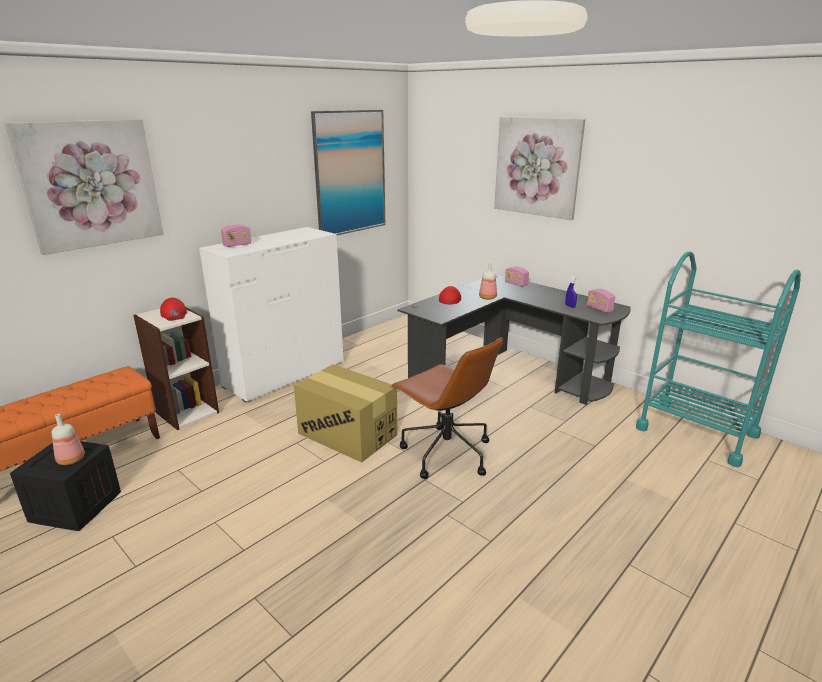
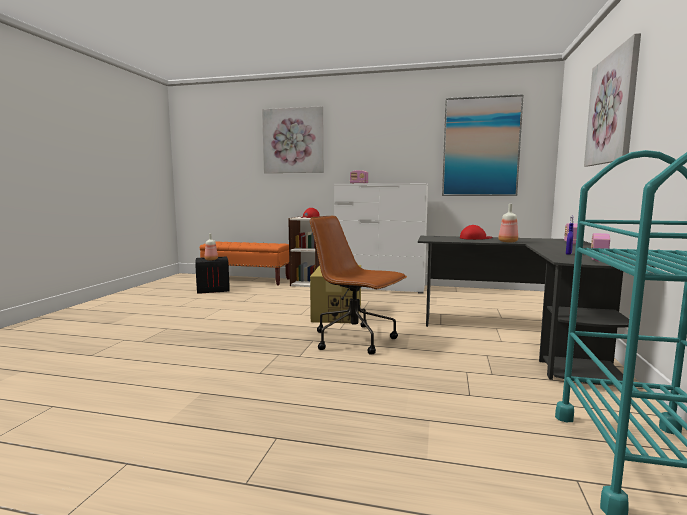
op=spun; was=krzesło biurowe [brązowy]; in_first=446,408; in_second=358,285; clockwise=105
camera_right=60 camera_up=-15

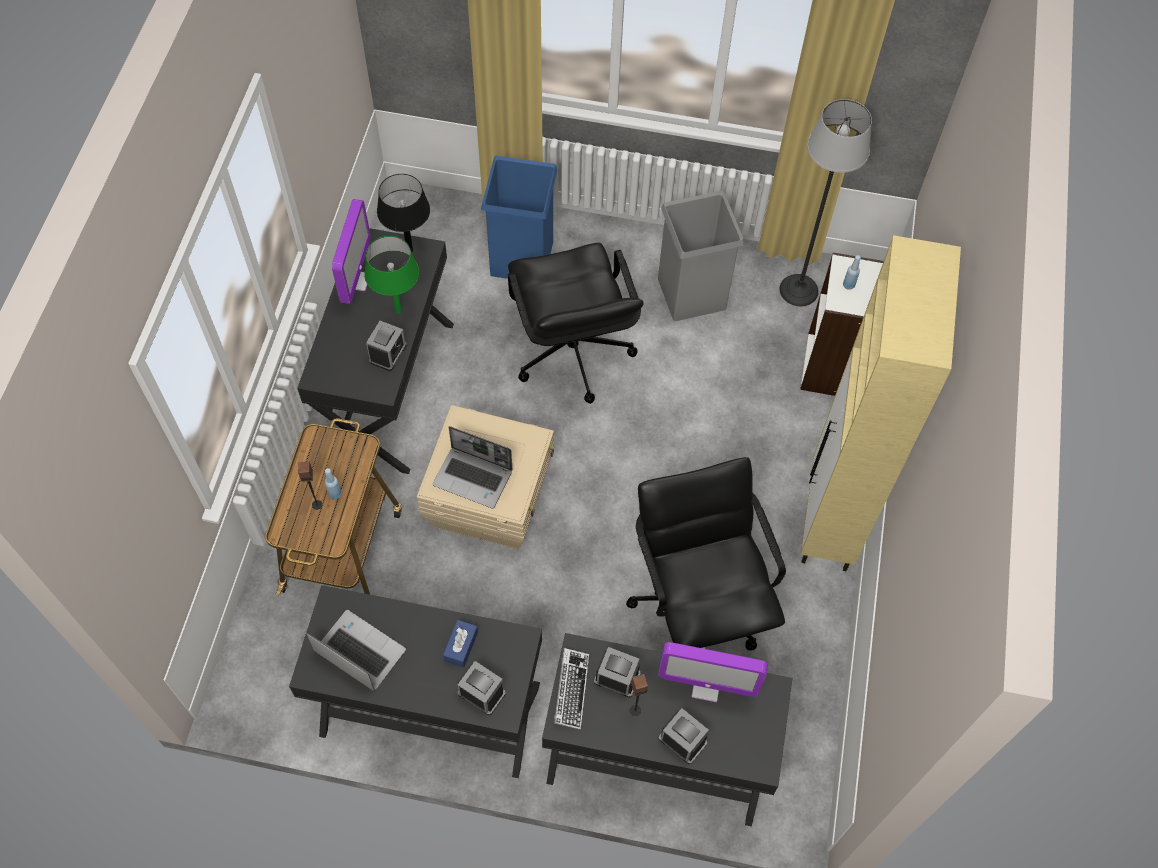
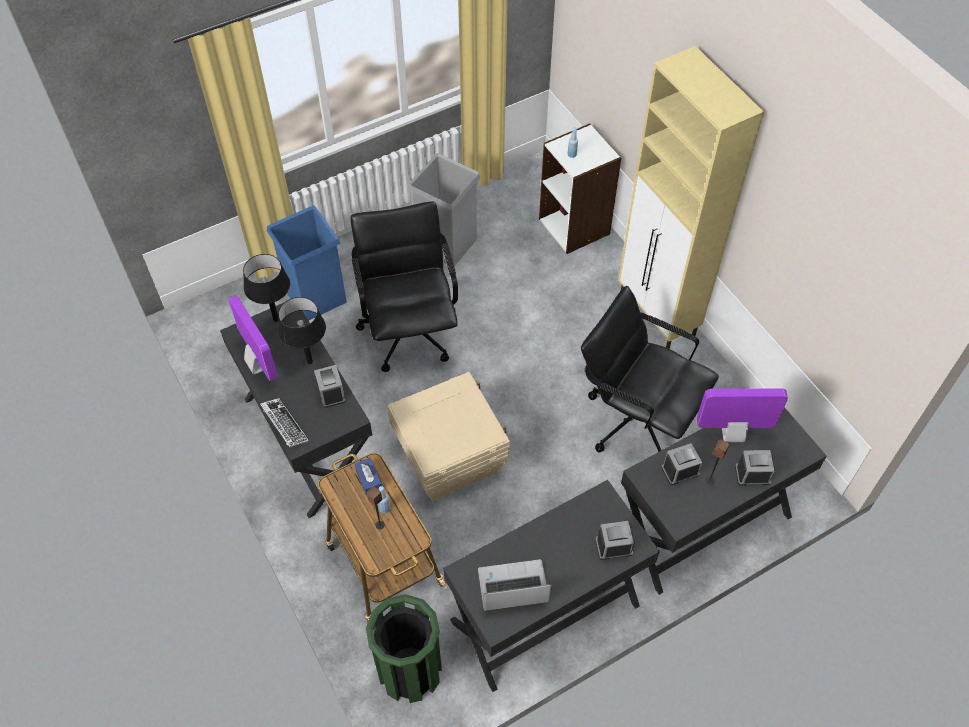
op=missing; was=lampa stojąca; in_first=826,202
op=colour; was=lampa stołowa [zielony]; now=lampa stołowa [czarny]; in_first=391,275; in_second=302,330
op=spun; was=krzesło biurowe [czarny]; in_first=576,323; in_second=404,286; clockwise=-135
op=missing; was=laptop; in_first=473,467
op=relocated; was=pudełko chusteczek [niebieski]; in_first=460,644; in_second=368,477
op=spun; was=monitor; in_first=713,672; in_second=742,415; clockwise=-150
op=relocated; was=klawiatura; in_first=571,689; in_second=284,422
op=appeared; now=kosz na śmieci [zielony]; in_second=404,648
camera_right=-40 camera_up=-5

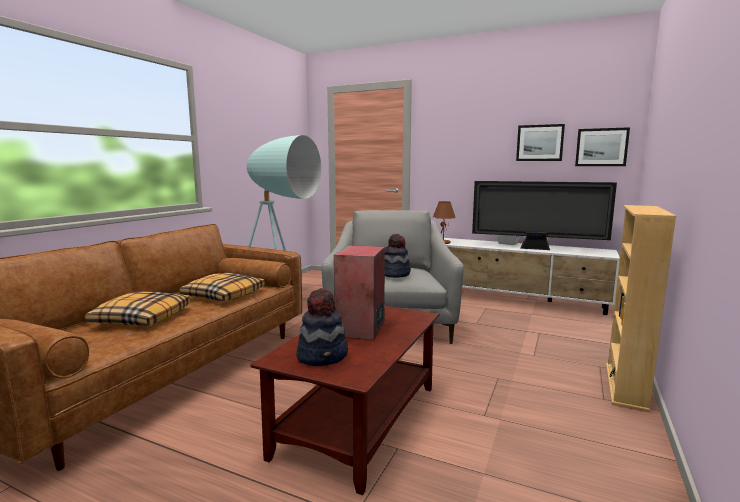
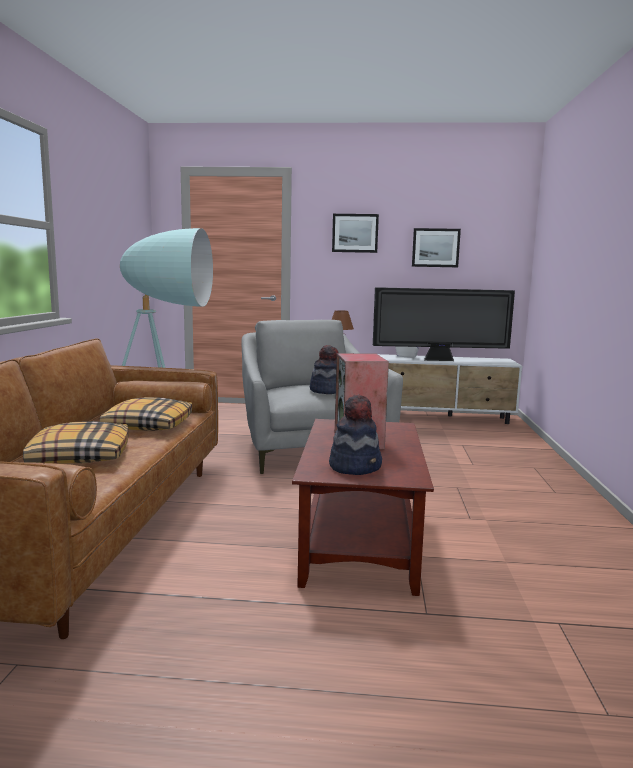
op=relocated; was=obraz; in_first=602,146; in_second=355,233
op=missing; was=regał [beżowy]; in_first=641,308
camera_right=-20 camera_up=0

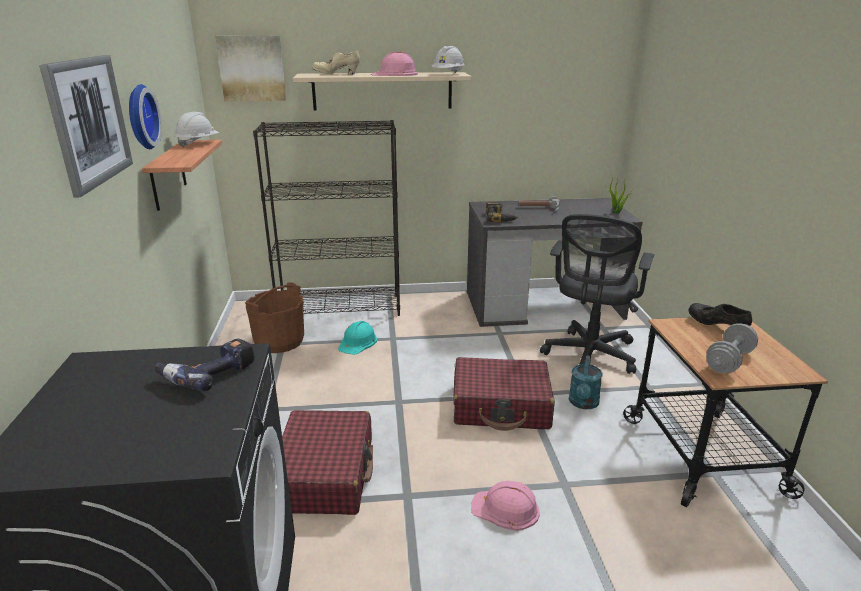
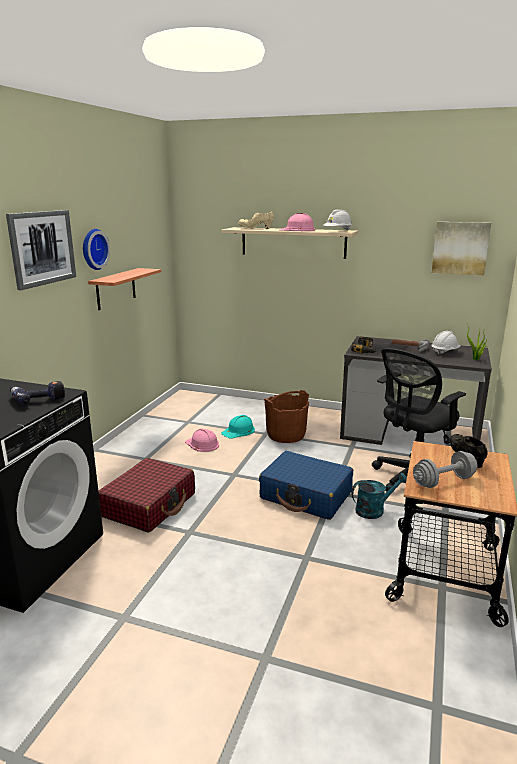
op=relocated; was=obraz; in_first=250,68; in_second=461,248
op=relocated; was=kask [biały]; in_first=196,130; in_second=445,343
op=missing; was=regał [czarny]; in_first=326,218
op=relocated; was=wiadro [brązowy]; in_first=274,317; in_second=286,416
op=spun; was=konewka [turkusowy]; in_first=586,382; in_second=379,496; clockwise=-150
op=colour; was=walizka [czerwony]; now=walizka [niebieski]; in_first=504,394; in_second=306,485
op=relocated; was=kask [różowy]; in_first=505,506; in_second=202,440
camera_right=25 camera_up=-5

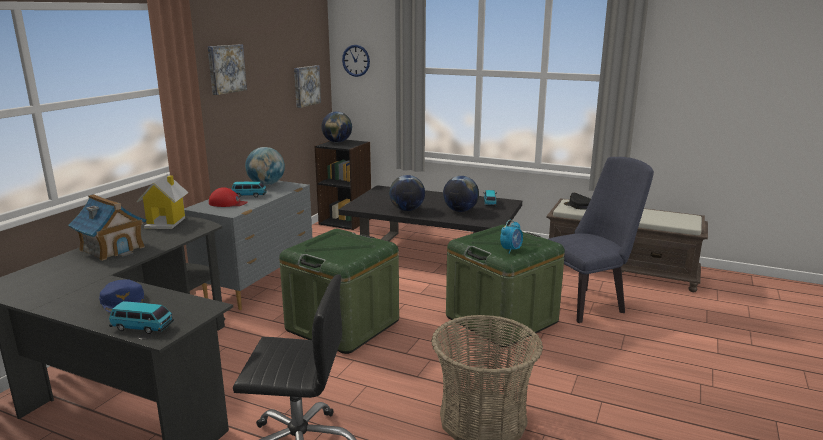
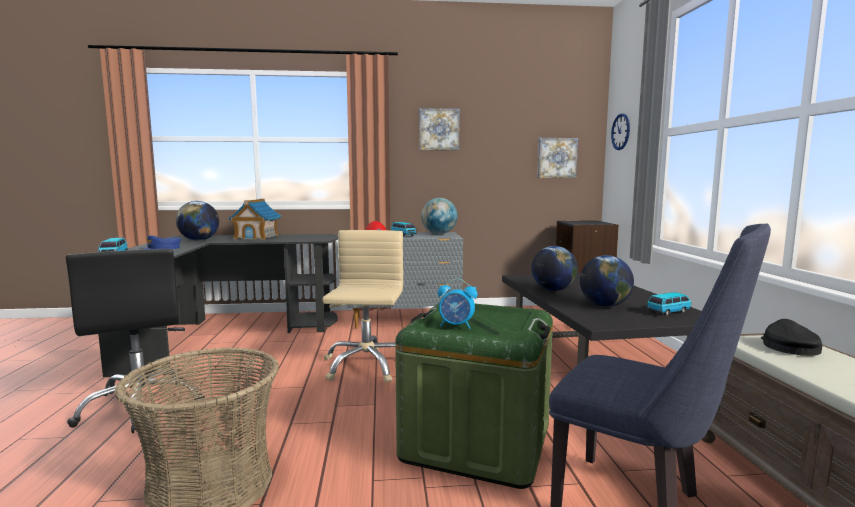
op=relocated; was=globus; in_first=336,127; in_second=197,221
op=missing; was=domek; in_first=162,201
op=exchanged; was=pojemnik do przechowywania [zielony]; now=krzesło biurowe [beżowy]; in_first=339,291; in_second=362,306
camera_right=60 camera_up=-10

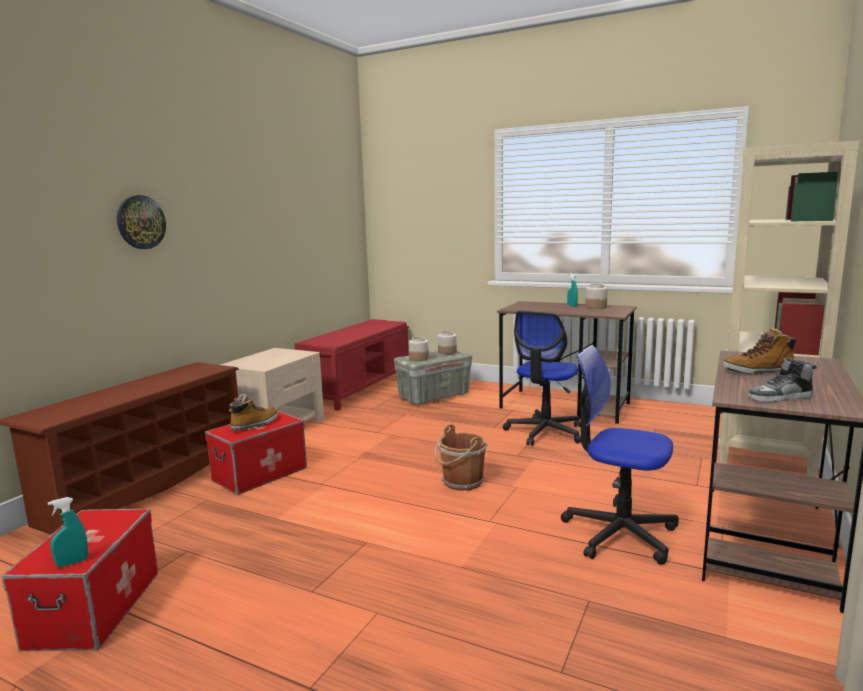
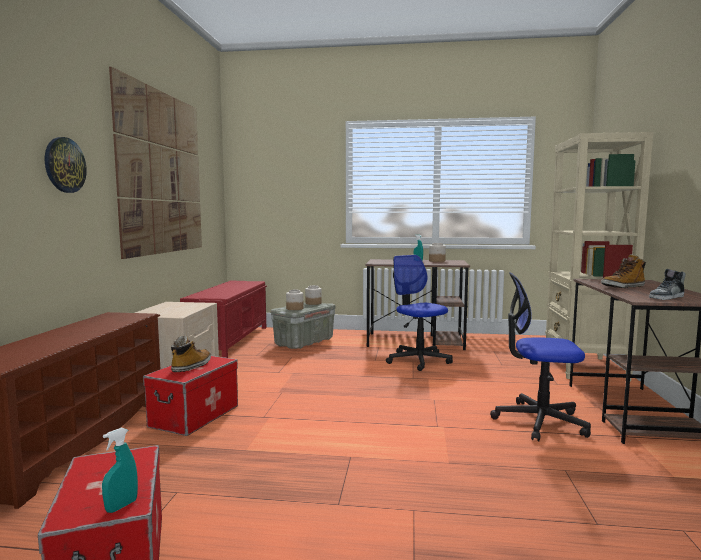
op=spun; was=krzesło biurowe; in_first=542,378; in_second=419,313; clockwise=135
op=missing; was=wiadro [brązowy]; in_first=461,457
op=appeared; now=obraz; in_second=155,163
camera_right=-20 camera_up=-5

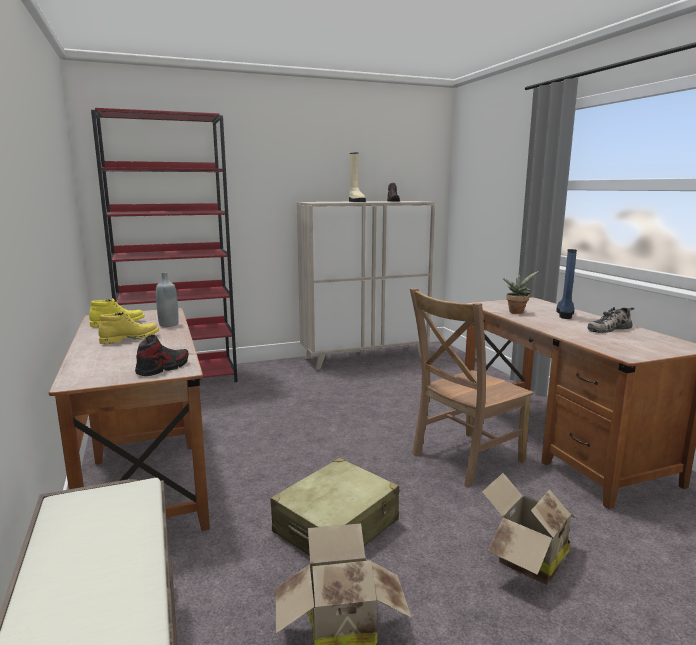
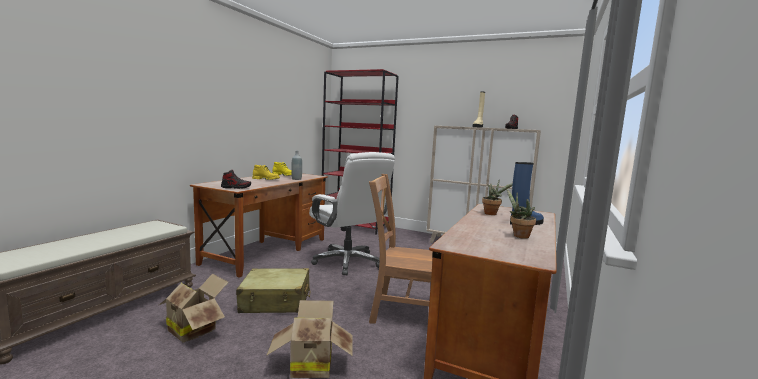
op=exchanged; was=but; now=roślina doniczkowa; in_first=611,320; in_second=521,214
op=appeared; now=krzesło biurowe [biały]; in_second=352,213
camera_right=45 camera_up=-5

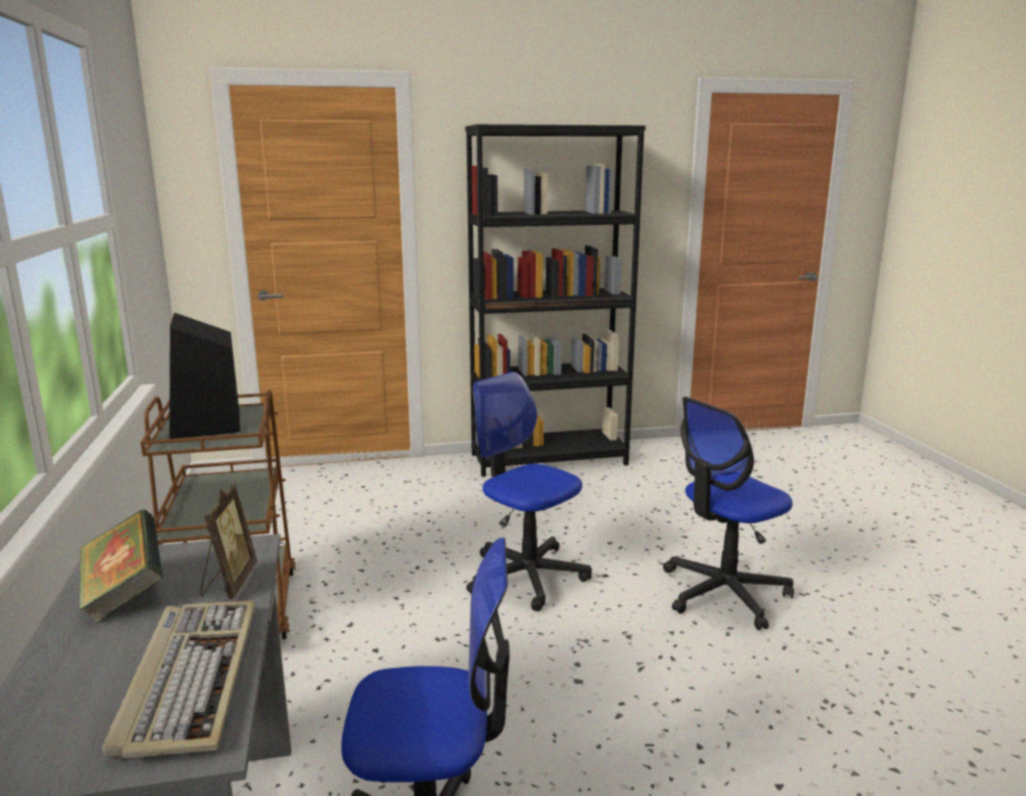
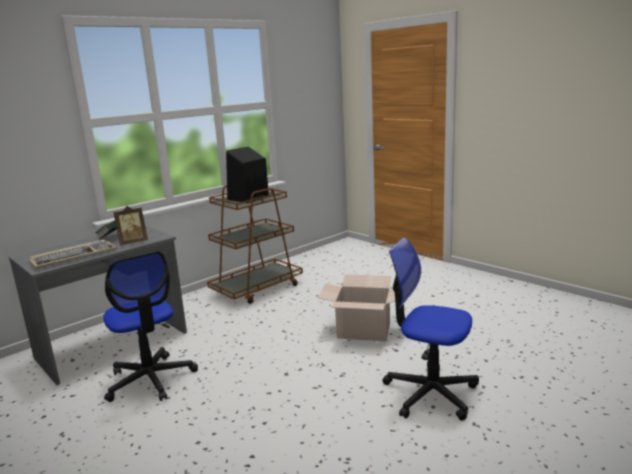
op=missing; was=regał [czarny]; in_first=555,300
op=exchanged; was=krzesło biurowe; now=karton; in_first=529,491; in_second=356,307
camera_right=60 camera_up=0

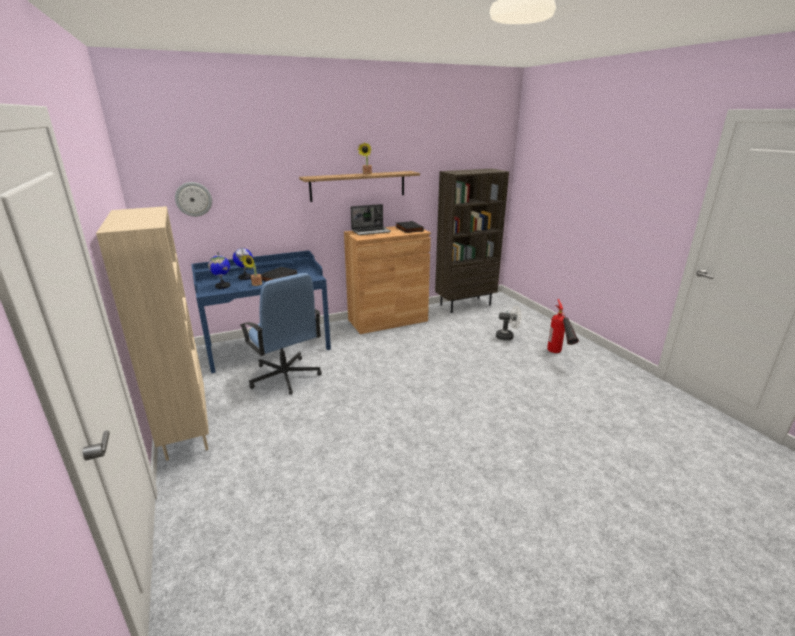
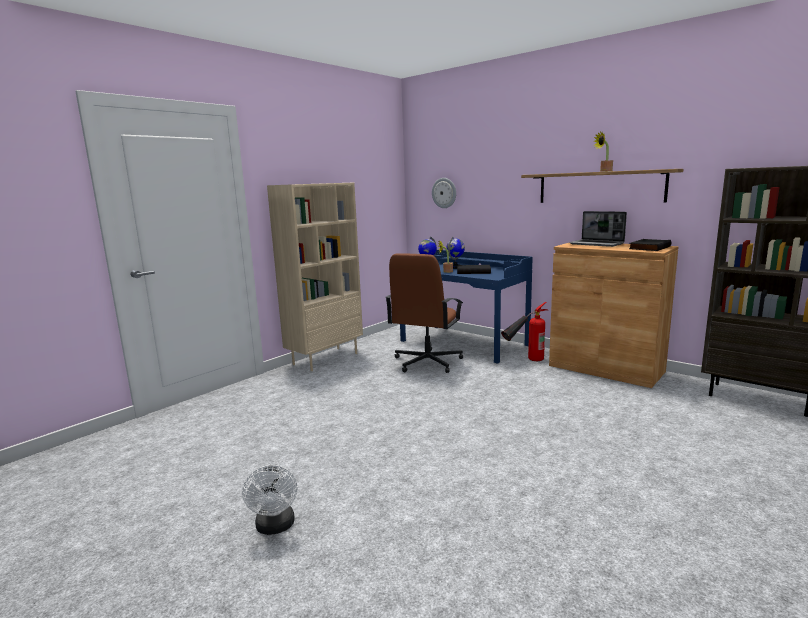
op=colour; was=krzesło biurowe [niebieski]; now=krzesło biurowe [brązowy]; in_first=280,334; in_second=424,313
op=relocated; was=gaśnica; in_first=563,326; in_second=524,331
op=relocated; was=wentylator [biały]; in_first=509,323; in_second=269,500
camera_right=65 camera_up=-10

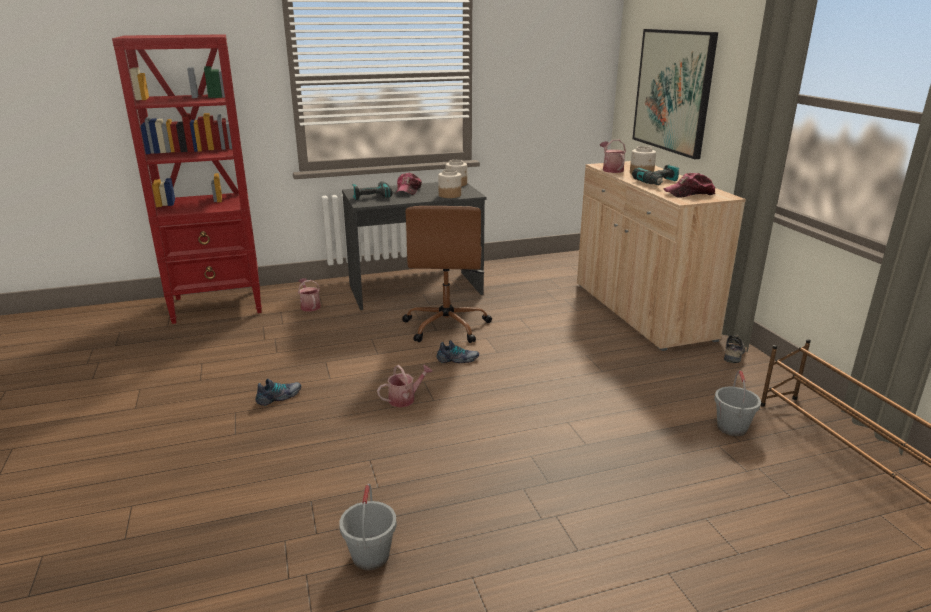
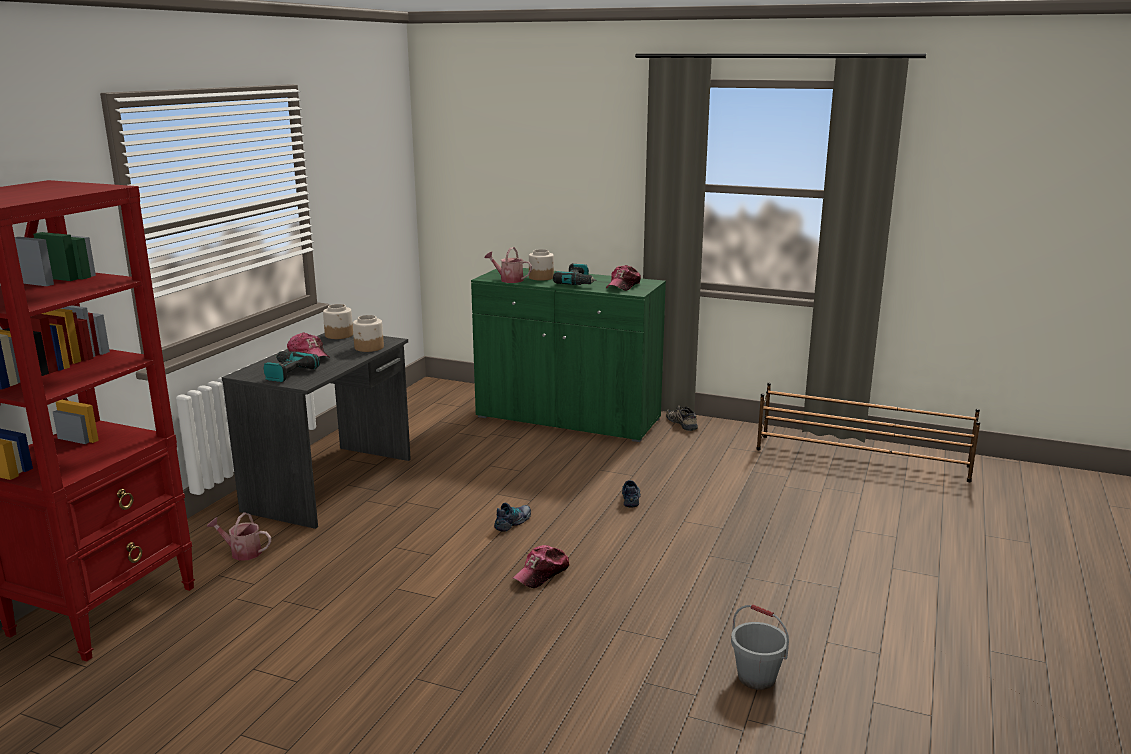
op=missing; was=obraz; in_first=675,94
op=colour; was=szafka [beżowy]; now=szafka [zielony]; in_first=661,256; in_second=568,355
op=missing; was=krzesło biurowe [brązowy]; in_first=447,274
op=exchanged; was=konewka; now=czapka z daszkiem; in_first=405,386; in_second=541,566
op=missing; was=wiadro [szary]; in_first=738,403
op=relocated; was=but; in_first=278,392; in_second=631,494
camera_right=-50 camera_up=-5

